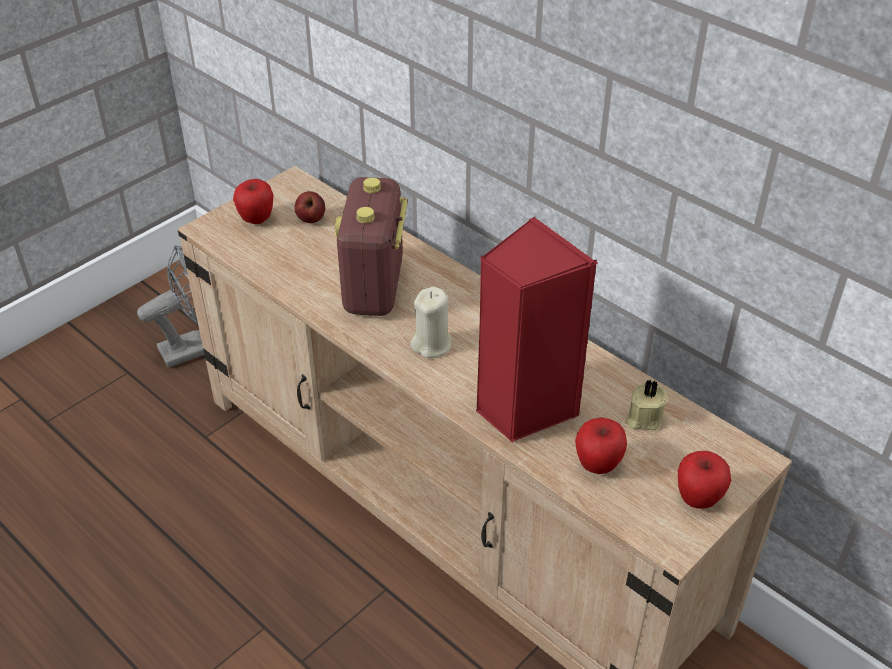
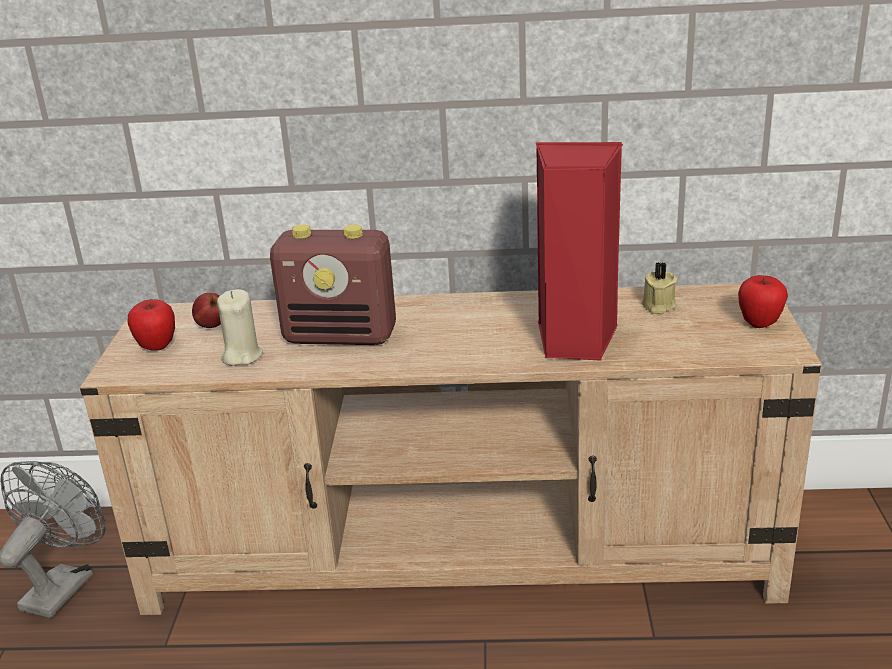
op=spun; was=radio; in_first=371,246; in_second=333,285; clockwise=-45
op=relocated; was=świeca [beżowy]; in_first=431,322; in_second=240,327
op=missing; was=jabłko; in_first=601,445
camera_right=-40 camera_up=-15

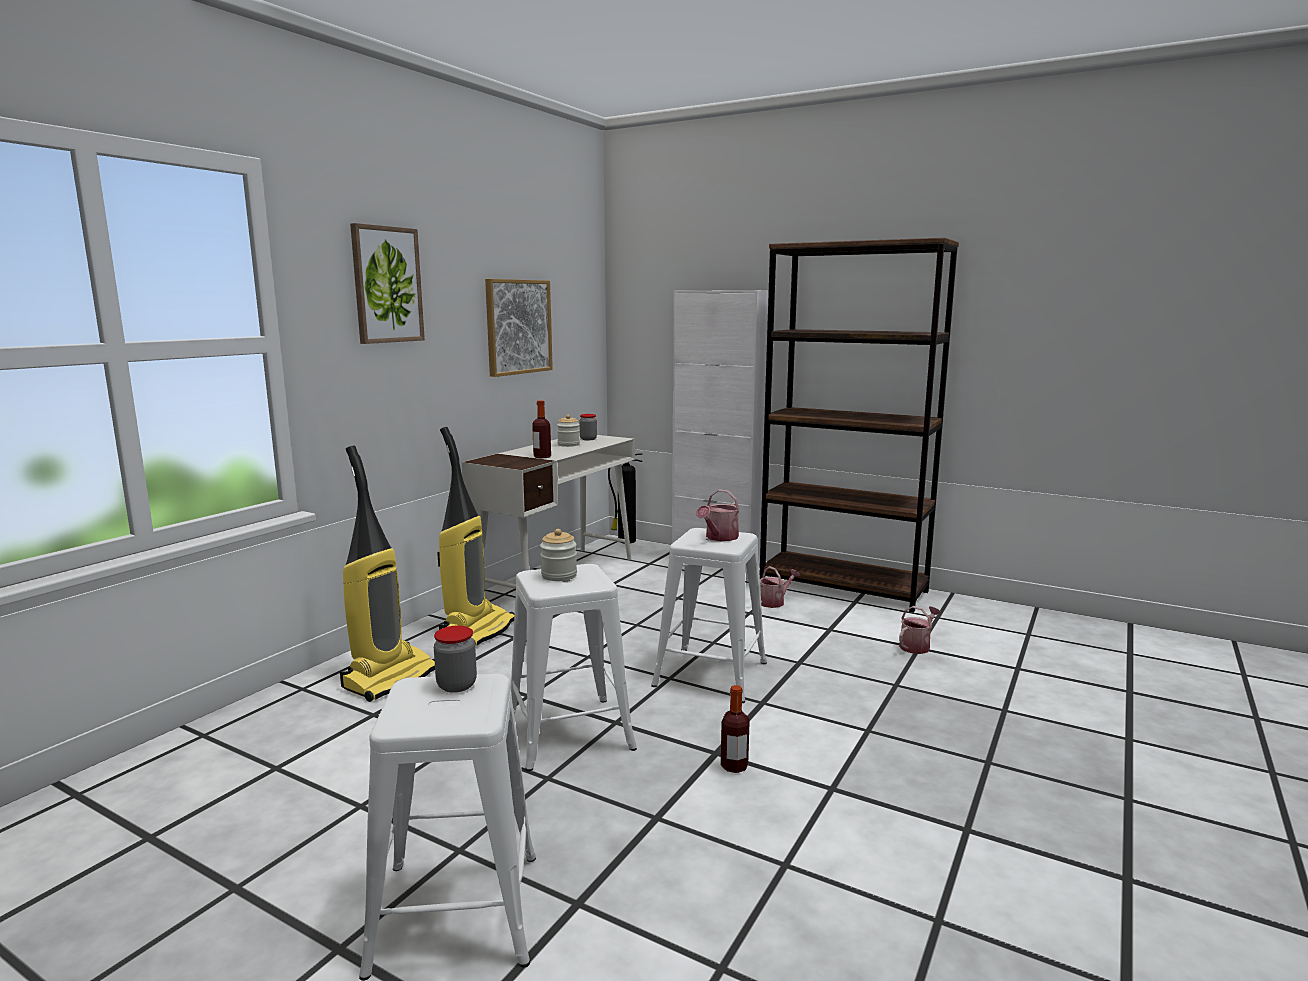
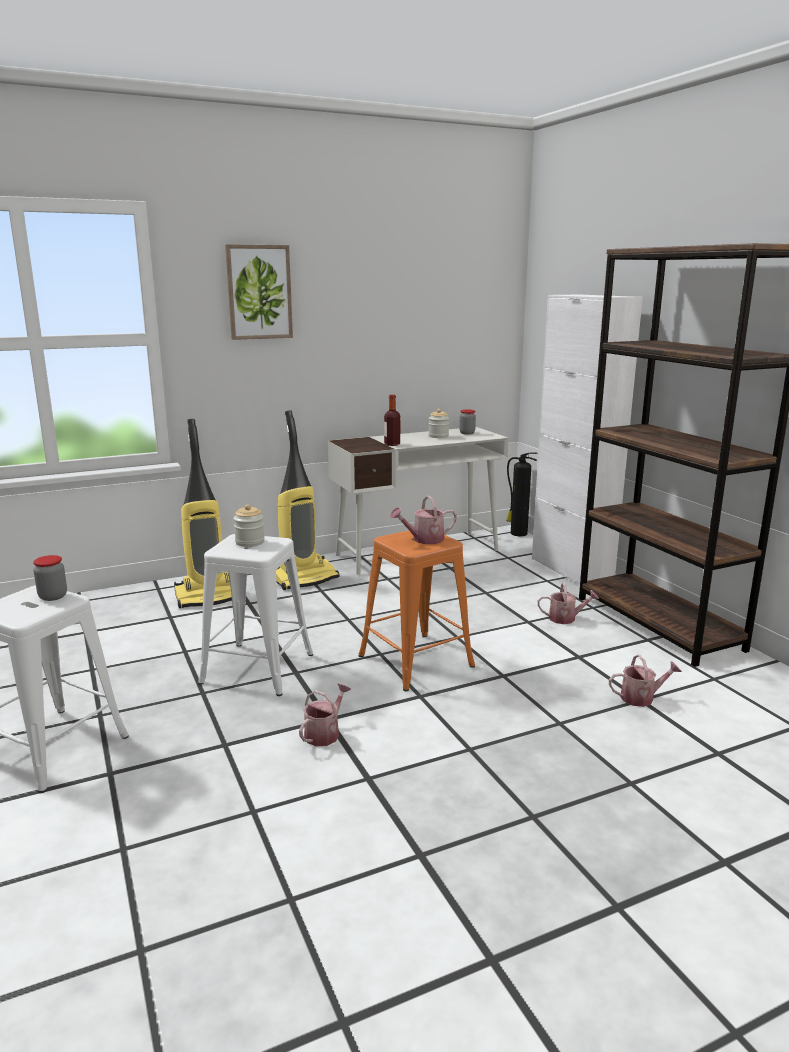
op=missing; was=obraz; in_first=519,328
op=colour; was=stołek [biały]; now=stołek [pomarańczowy]; in_first=709,615; in_second=416,610
op=exchanged; was=butelka; now=konewka; in_first=735,729; in_second=325,714
camera_right=35 camera_up=5

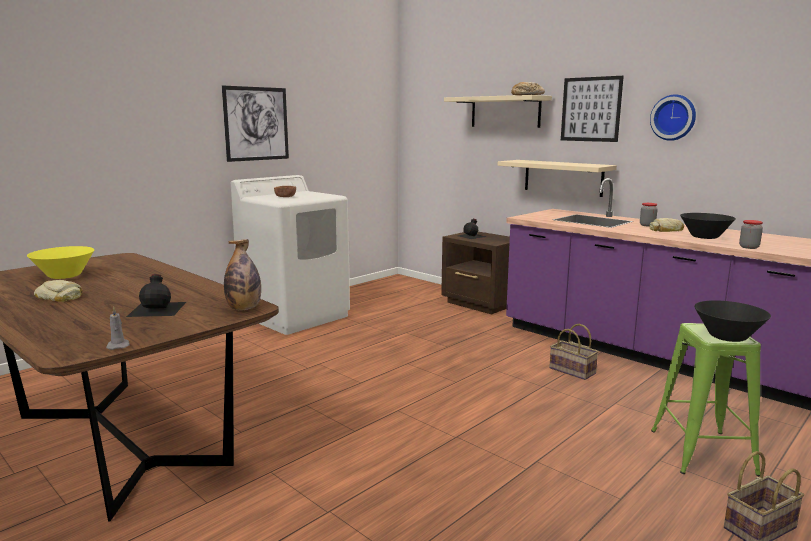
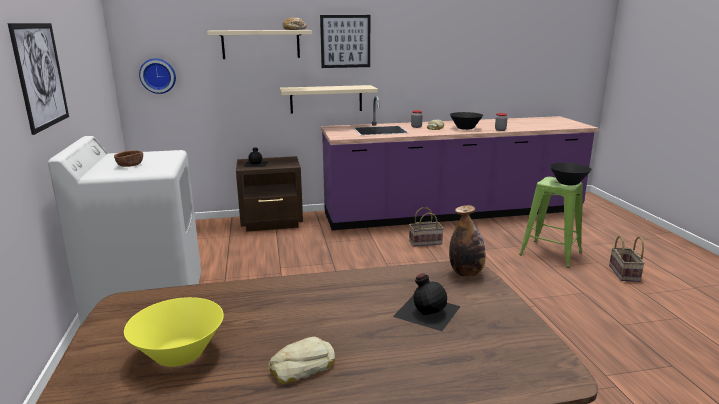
op=relocated; was=zegar ścienny; in_first=673,117; in_second=157,76
op=missing; was=świeca [szary]; in_first=118,328
camera_right=-55 camera_up=5

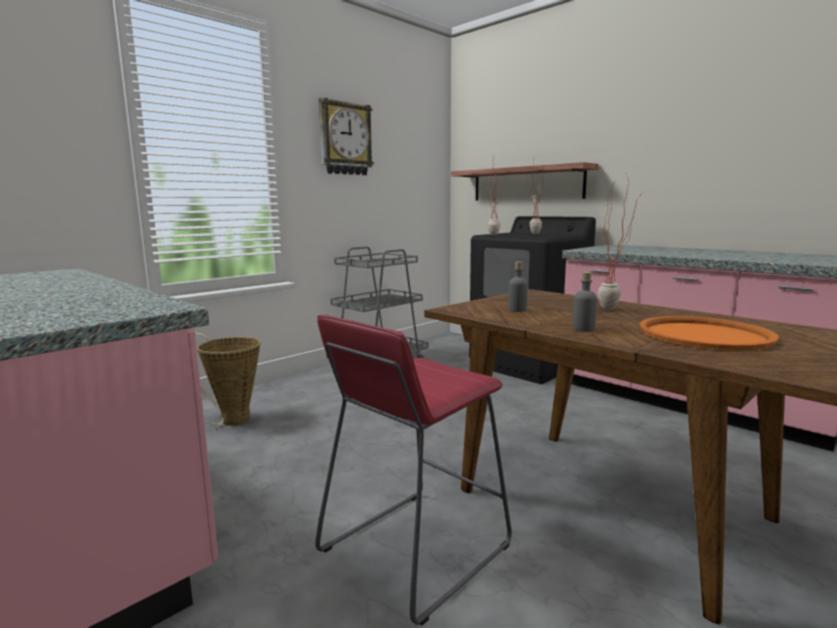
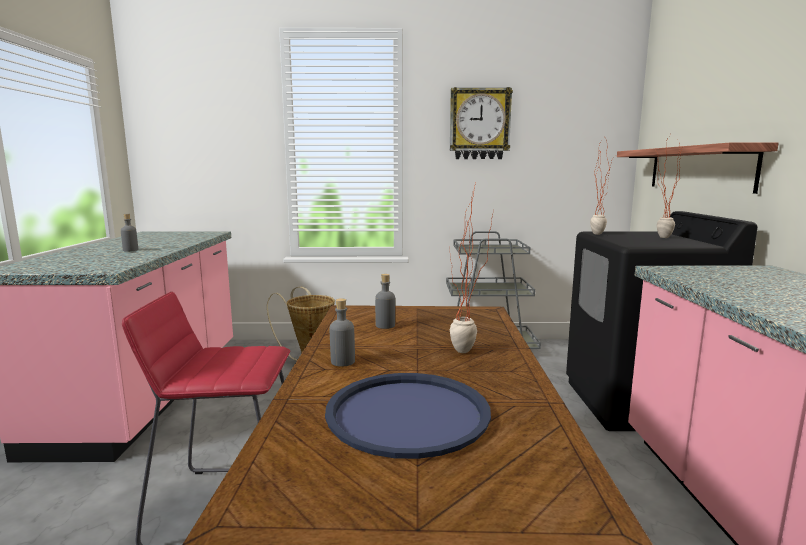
op=colour; was=taca [pomarańczowy]; now=taca [niebieski]; in_first=709,333; in_second=408,416
op=appeared; now=butelka [szary]; in_second=129,232
camera_right=45 camera_up=0

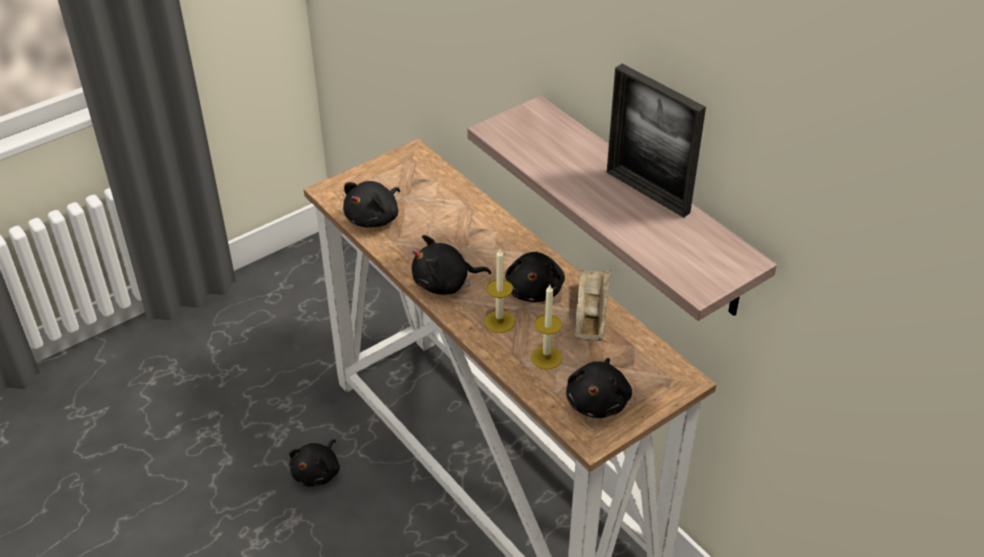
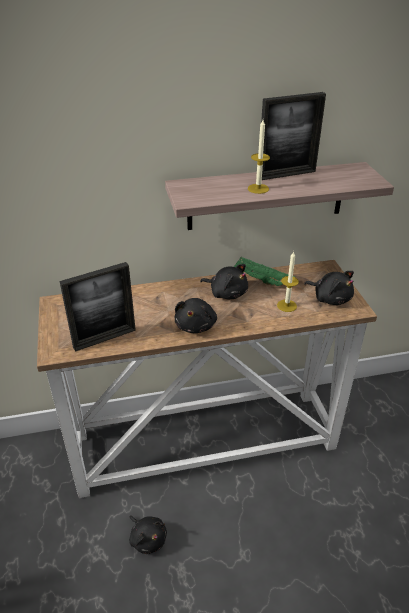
op=exchanged; was=pluszak [czarny]; now=ramka na zdjęcie; in_first=371,204; in_second=97,307
op=relocated; was=świeca; in_first=499,291; in_second=259,157
op=colour; was=taca [beżowy]; now=taca [zielony]; in_first=592,305; in_second=264,271
camera_right=-65 camera_up=-5

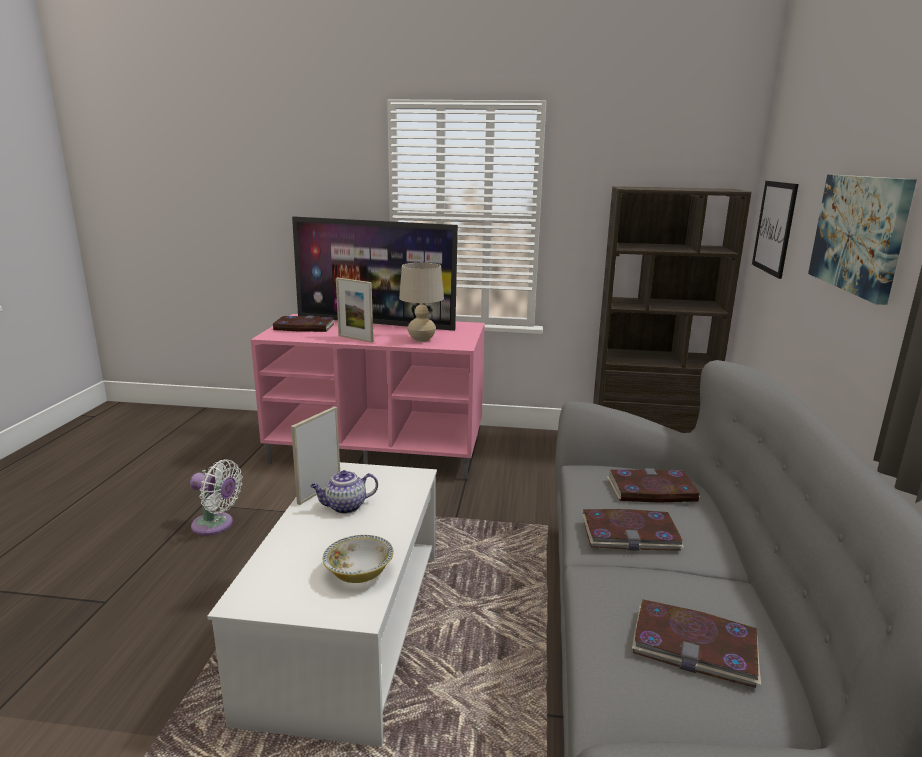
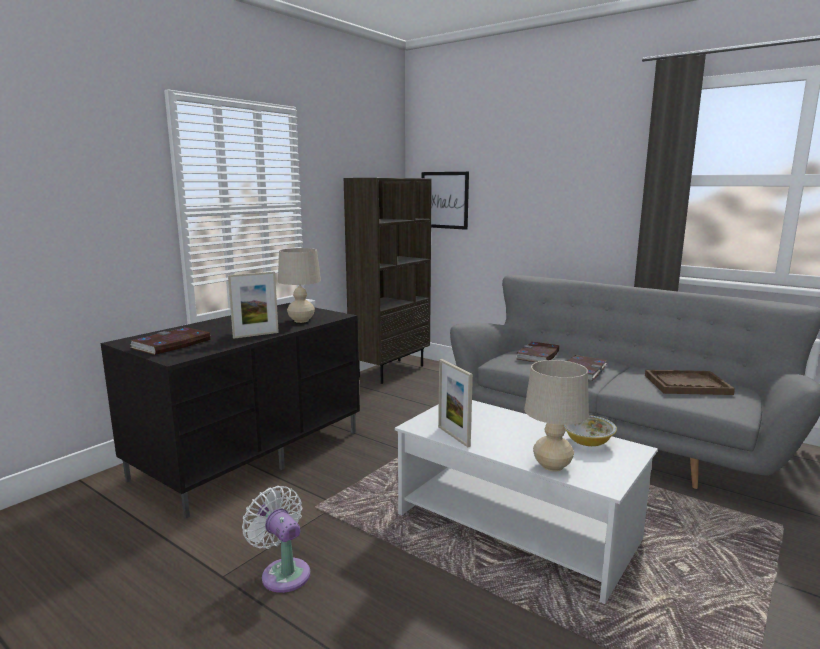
op=missing; was=obraz; in_first=862,240
op=missing; was=telewizor; in_first=375,273
op=colour; was=szafka pod telewizor [różowy]; now=szafka pod telewizor [czarny]; in_first=368,397; in_second=230,410
op=spun; was=wentylator [biały]; in_first=216,497; in_second=276,539; clockwise=-90
op=missing; was=imbryk; in_first=344,492
op=exchanged; was=książka; now=taca [brązowy]; in_first=696,644; in_second=690,382
op=appeared; now=lampa stołowa [beżowy]; in_second=556,415
camera_right=-60 camera_up=-5

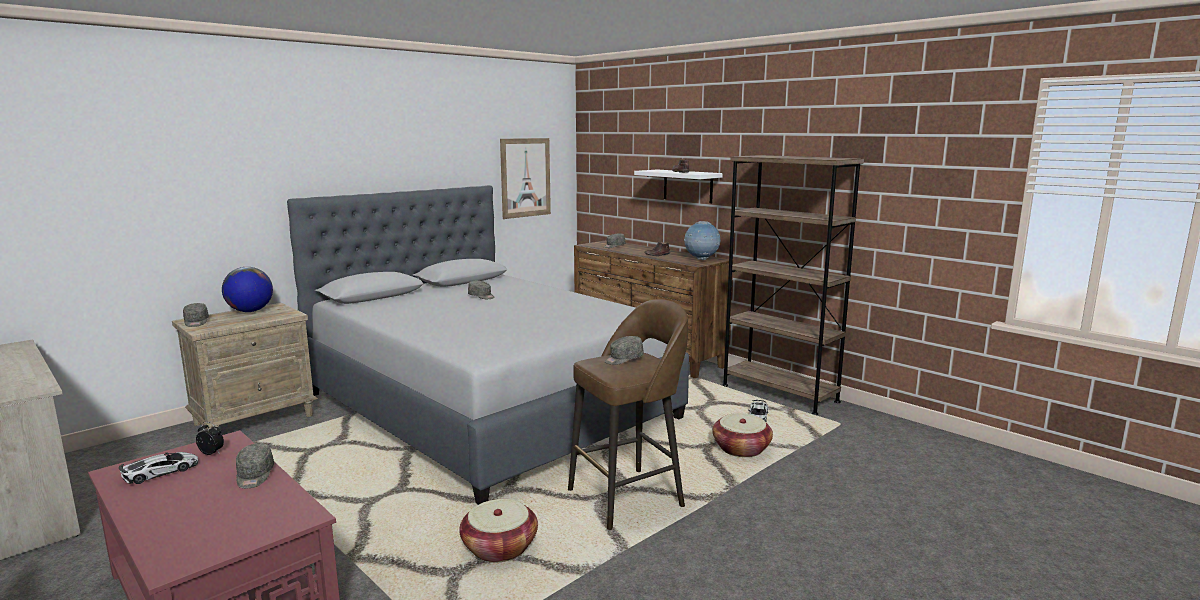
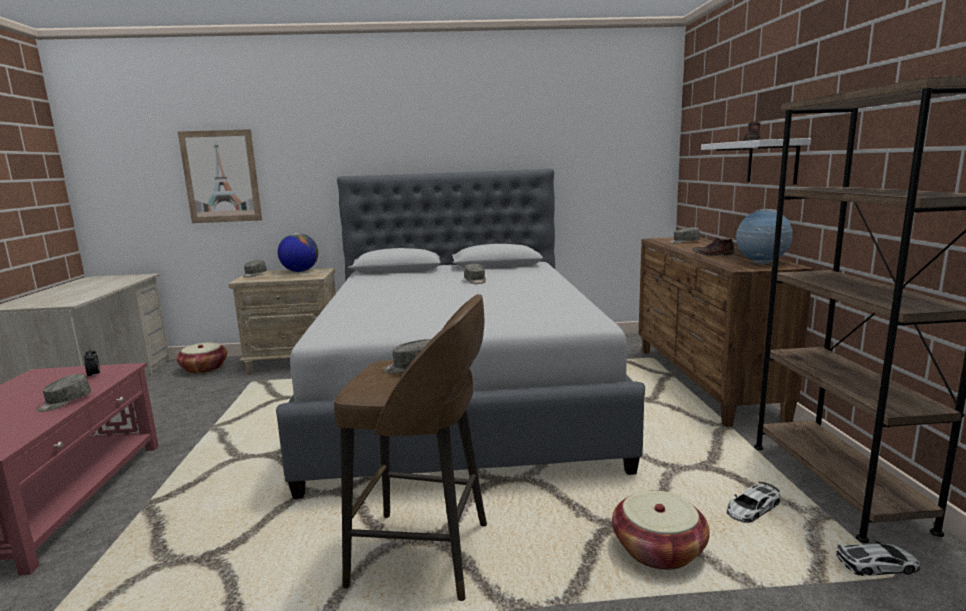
op=relocated; was=obraz; in_first=525,178; in_second=220,176
op=relocated; was=samochodzik; in_first=158,468; in_second=878,558
op=relocated; was=koszyk; in_first=498,530; in_second=201,358
camera_right=40 camera_up=0

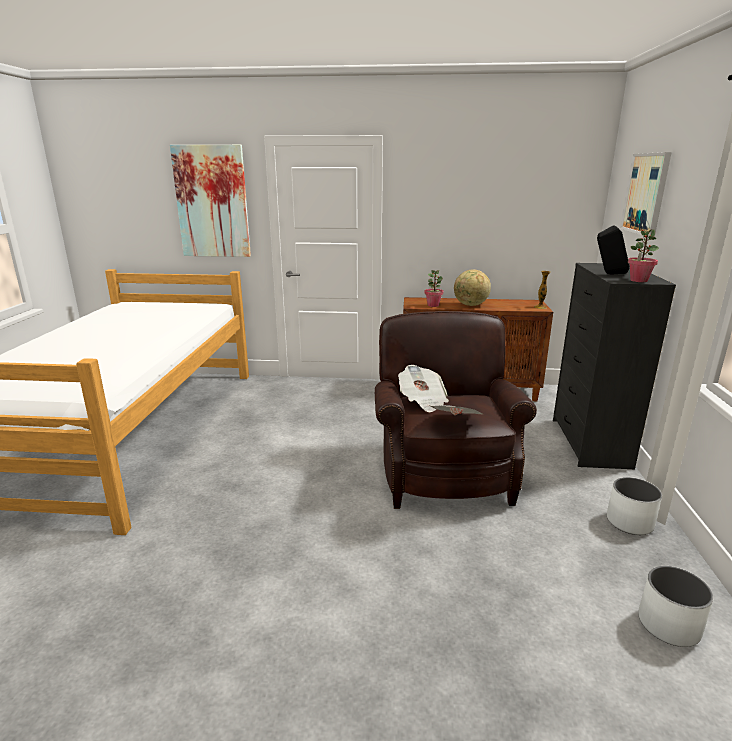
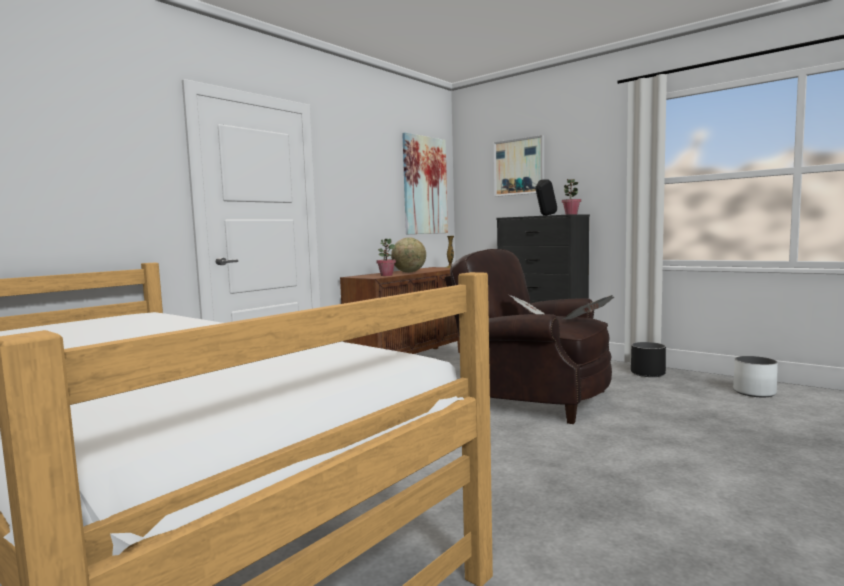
op=relocated; was=obraz; in_first=210,201; in_second=425,183
op=colour; was=donica [biały]; now=donica [czarny]; in_first=634,506; in_second=648,359
camera_right=-55 camera_up=-15

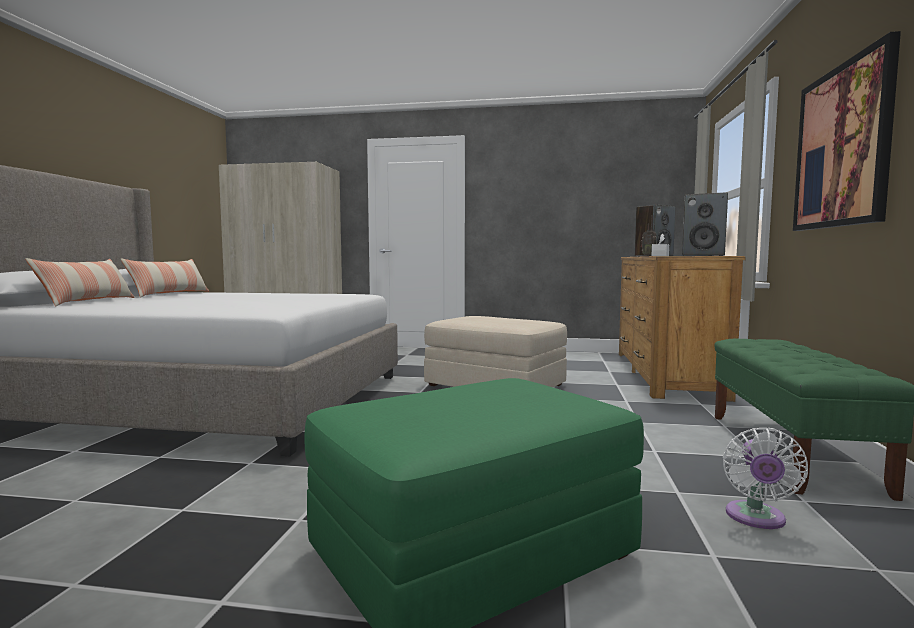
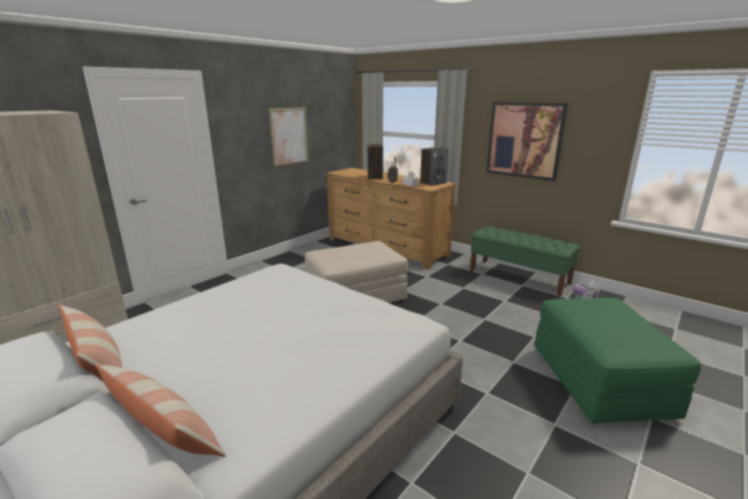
op=appeared; now=obraz; in_second=288,137
camera_right=-60 camera_up=15

